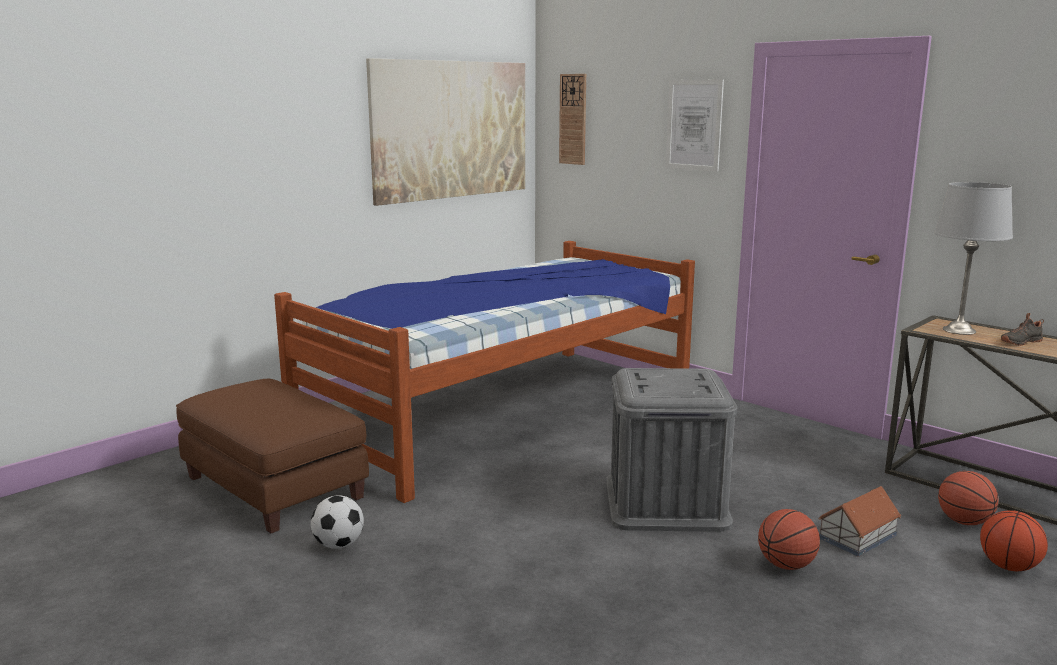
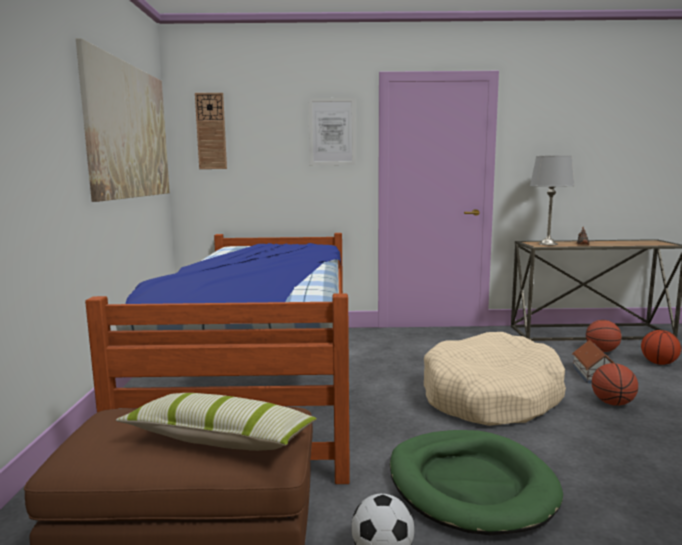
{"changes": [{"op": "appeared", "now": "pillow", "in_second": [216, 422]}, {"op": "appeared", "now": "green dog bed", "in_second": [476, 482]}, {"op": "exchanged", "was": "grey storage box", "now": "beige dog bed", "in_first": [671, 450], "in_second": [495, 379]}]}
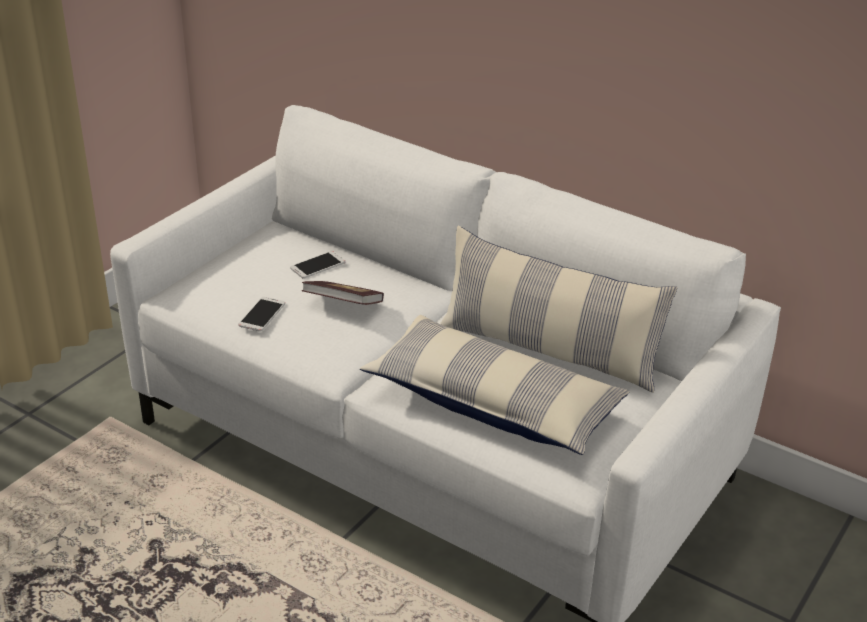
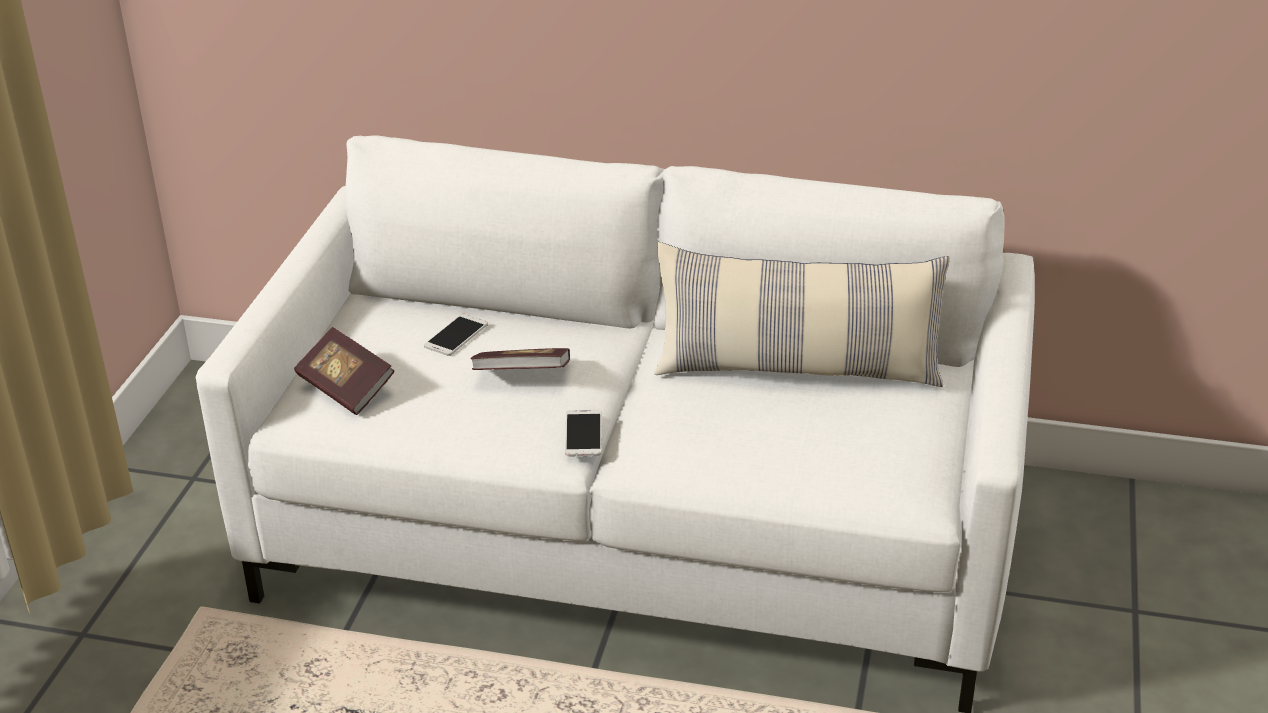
{"changes": [{"op": "appeared", "now": "book", "in_second": [344, 371]}, {"op": "relocated", "was": "phone", "in_first": [261, 314], "in_second": [583, 433]}, {"op": "missing", "was": "pillow", "in_first": [495, 385]}]}
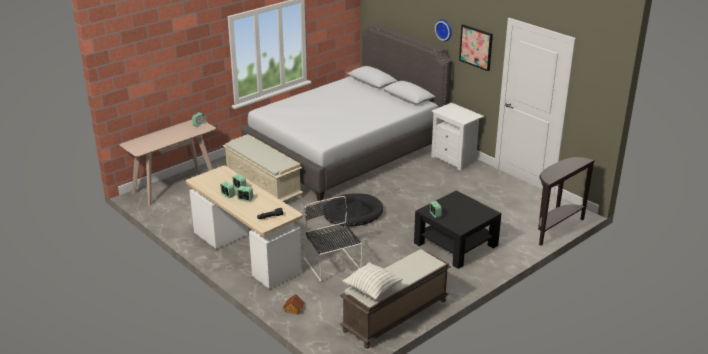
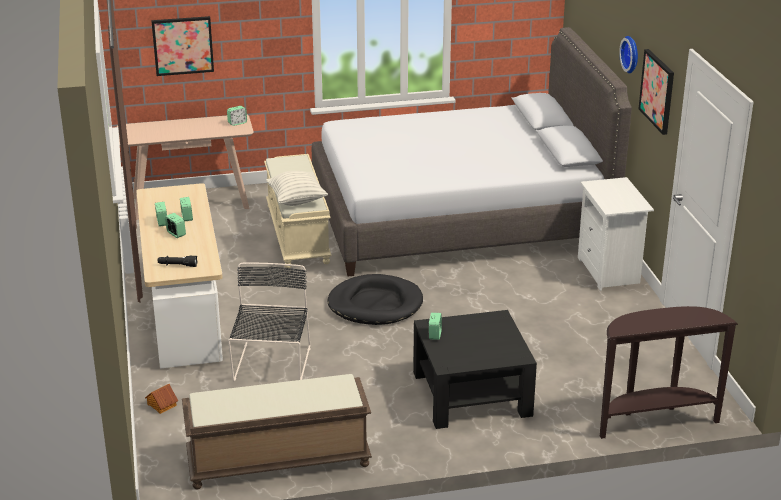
{"changes": [{"op": "appeared", "now": "picture", "in_second": [182, 46]}, {"op": "relocated", "was": "pillow", "in_first": [372, 281], "in_second": [297, 188]}]}
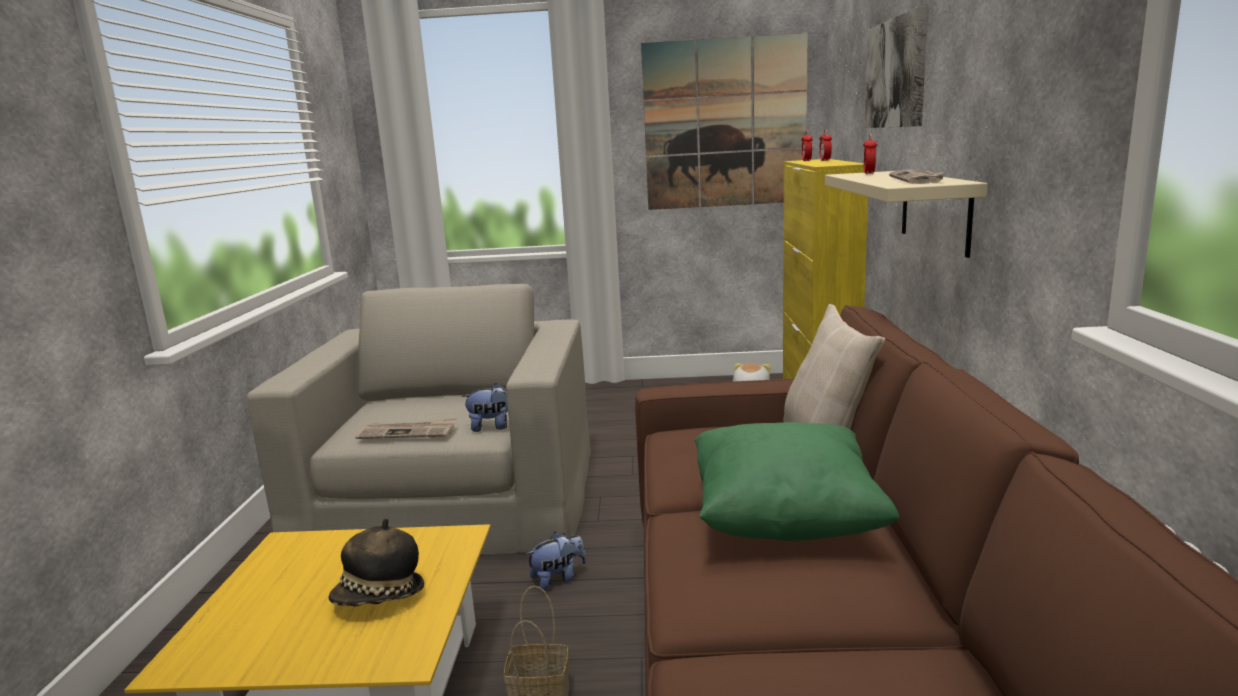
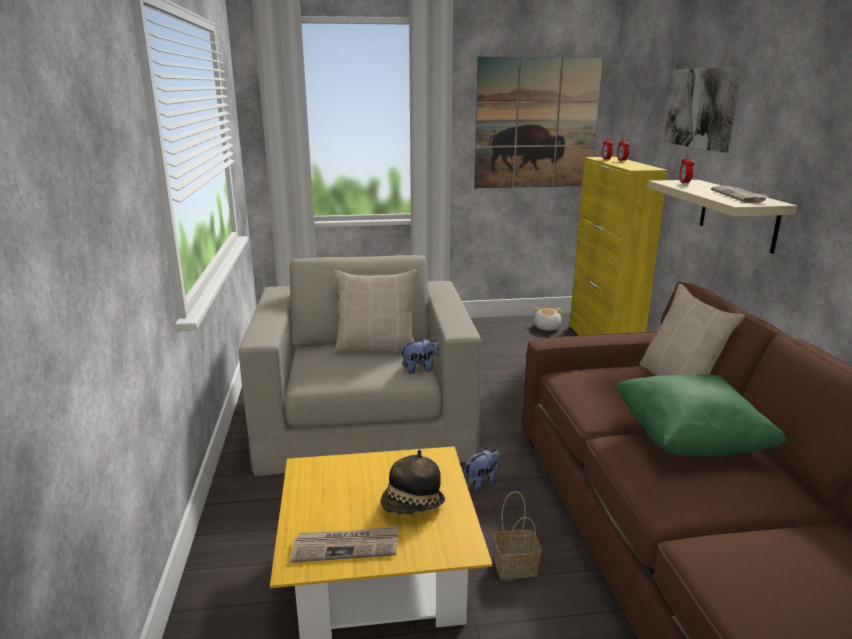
{"changes": [{"op": "relocated", "was": "newspaper", "in_first": [406, 428], "in_second": [344, 544]}, {"op": "appeared", "now": "beige pillow", "in_second": [375, 311]}]}
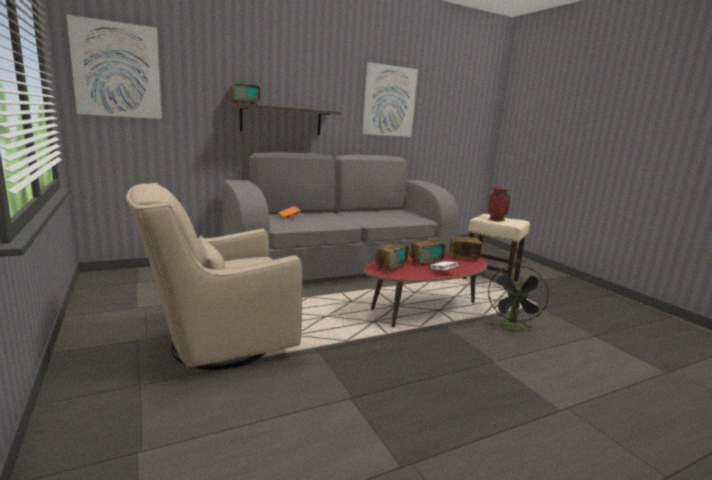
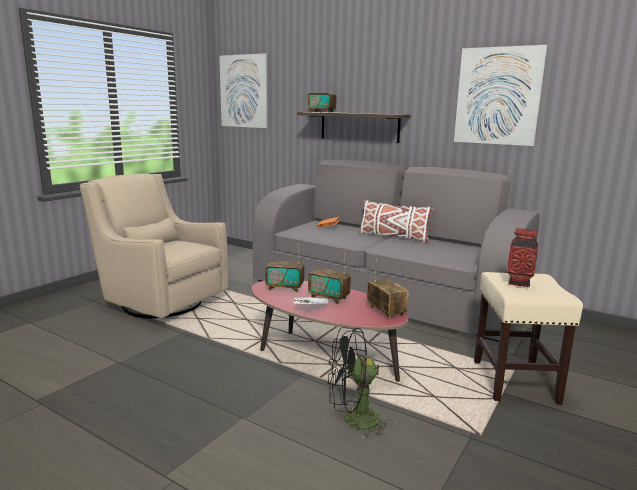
{"changes": [{"op": "appeared", "now": "white pillow", "in_second": [396, 221]}]}
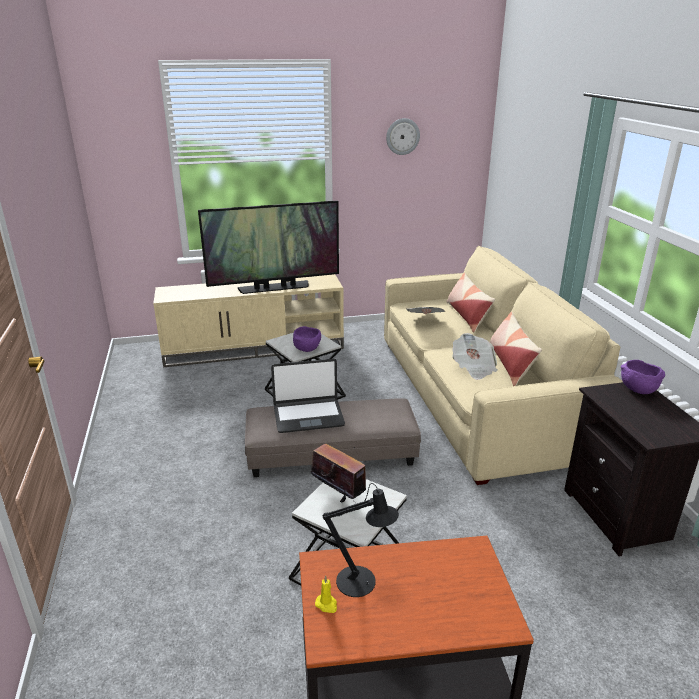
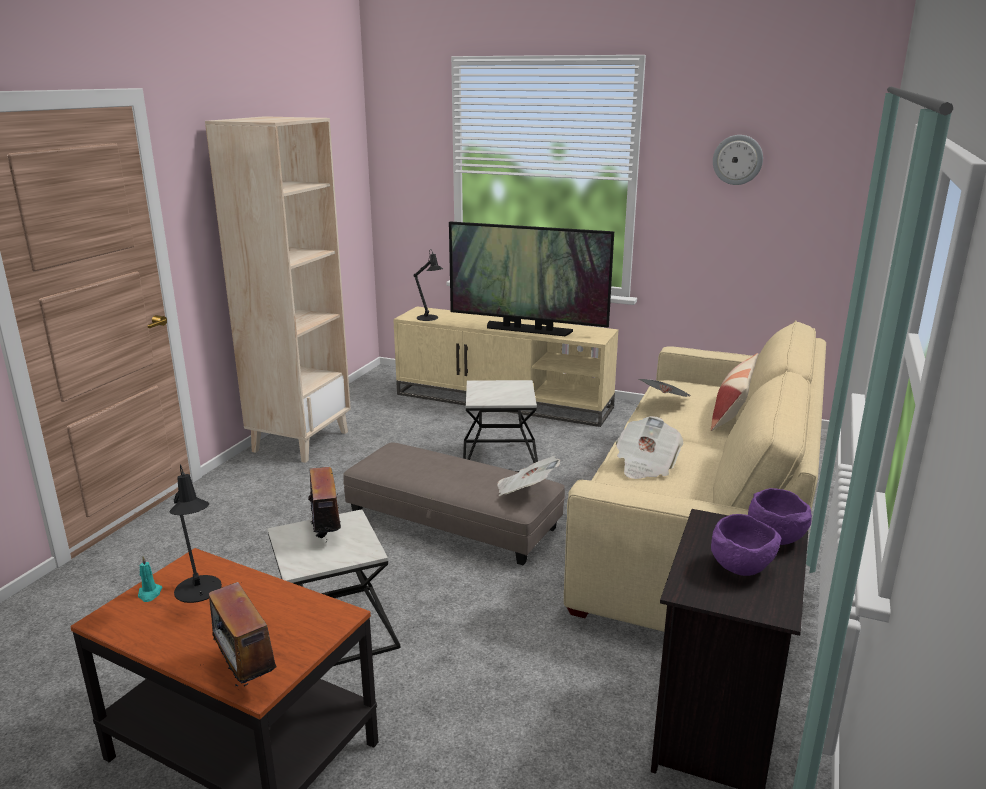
{"changes": [{"op": "colour", "was": "yellow candle", "now": "turquoise candle", "in_first": [326, 594], "in_second": [150, 579]}, {"op": "appeared", "now": "beige bookcase", "in_second": [278, 289]}, {"op": "appeared", "now": "radio", "in_second": [243, 634]}, {"op": "appeared", "now": "black table lamp", "in_second": [428, 285]}, {"op": "appeared", "now": "newspaper", "in_second": [528, 476]}, {"op": "relocated", "was": "purple bowl", "in_first": [307, 339], "in_second": [746, 545]}, {"op": "missing", "was": "laptop", "in_first": [308, 396]}, {"op": "missing", "was": "pillow", "in_first": [516, 349]}]}
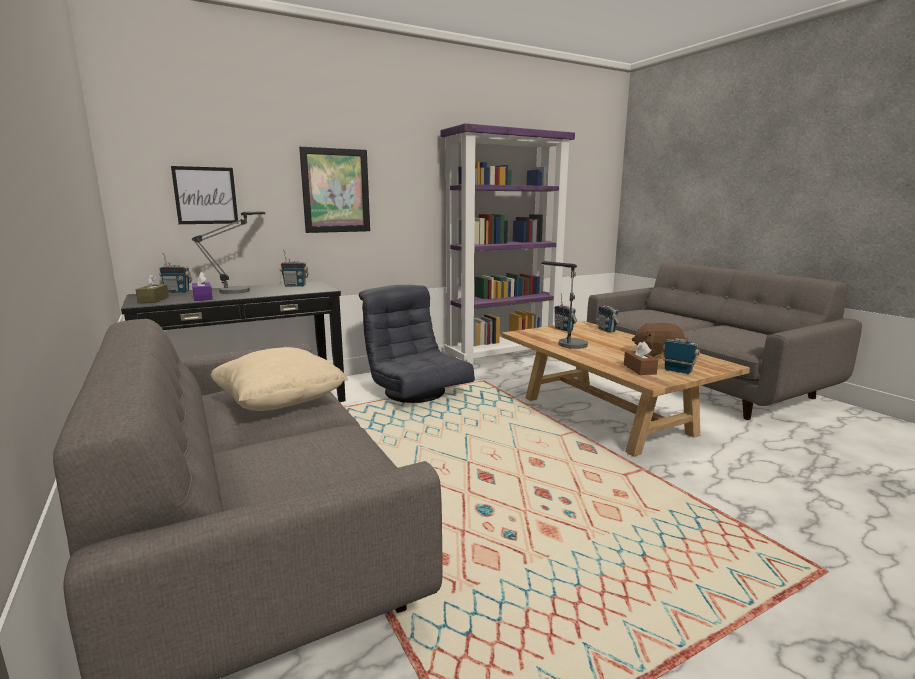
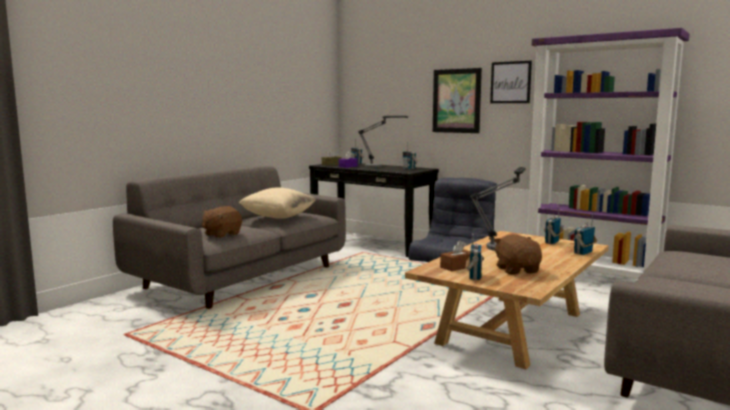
{"changes": [{"op": "appeared", "now": "brown plush toy", "in_second": [222, 222]}, {"op": "relocated", "was": "picture", "in_first": [204, 195], "in_second": [511, 82]}]}
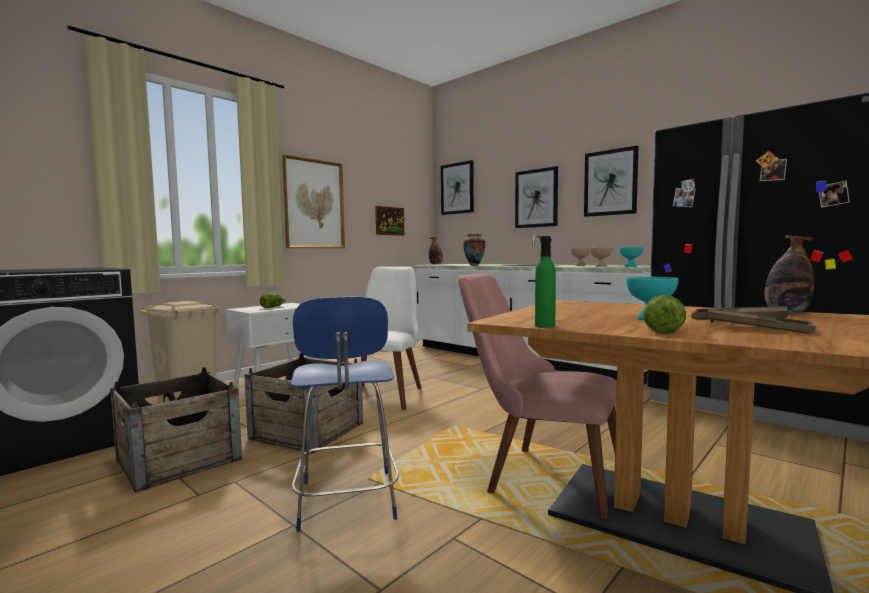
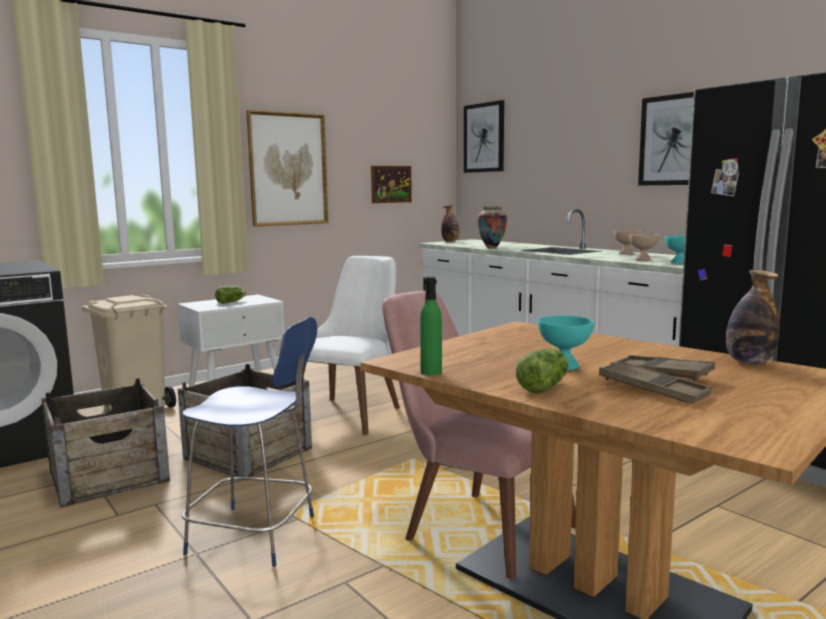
{"changes": [{"op": "spun", "was": "blue chair", "in_first": [344, 414], "in_second": [250, 442], "clockwise": -75}, {"op": "missing", "was": "picture", "in_first": [536, 197]}]}
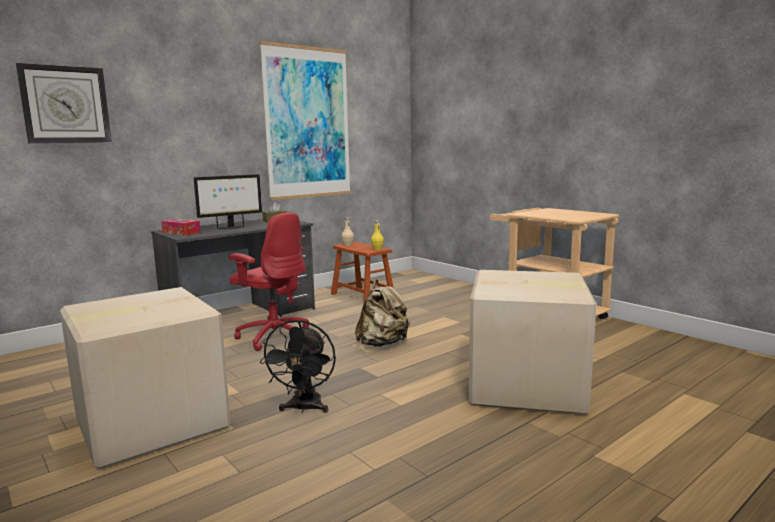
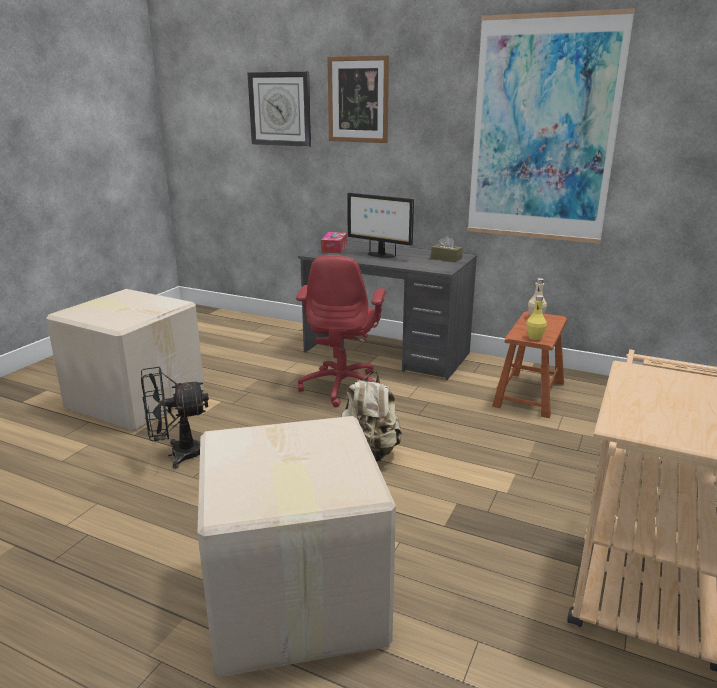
{"changes": [{"op": "appeared", "now": "picture", "in_second": [358, 99]}]}
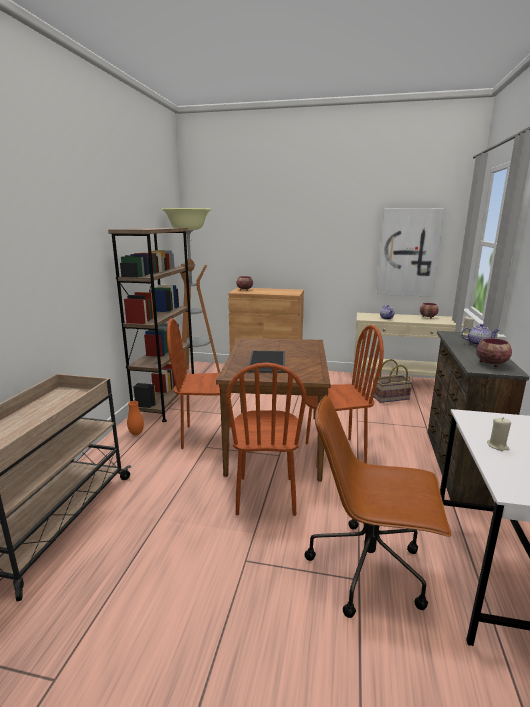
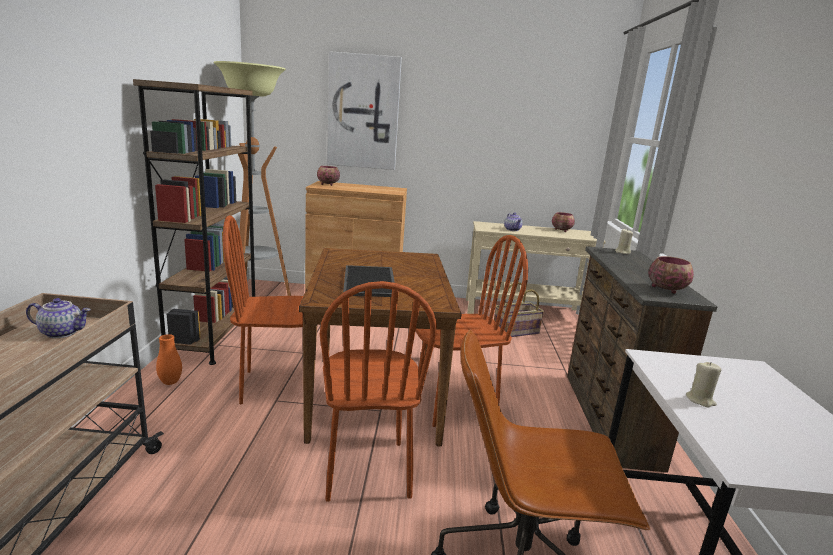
{"changes": [{"op": "relocated", "was": "teapot", "in_first": [480, 335], "in_second": [58, 318]}, {"op": "relocated", "was": "picture", "in_first": [410, 252], "in_second": [364, 110]}]}
